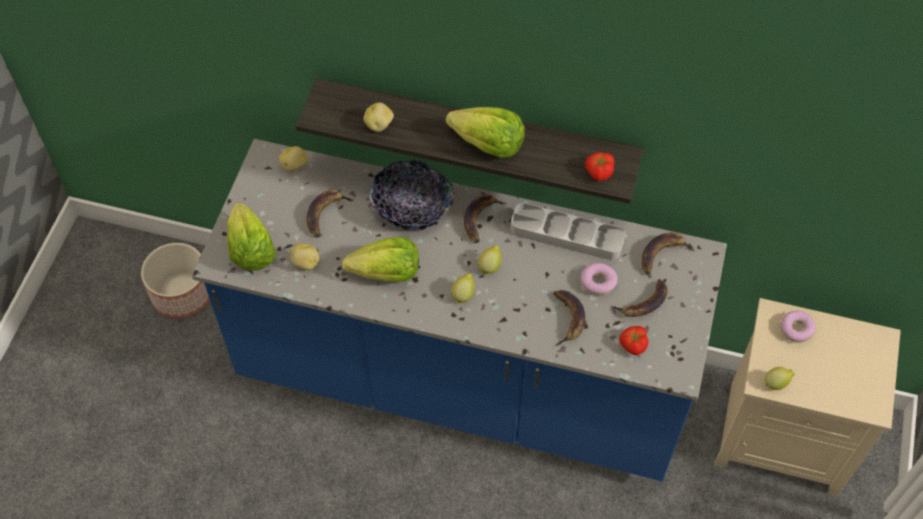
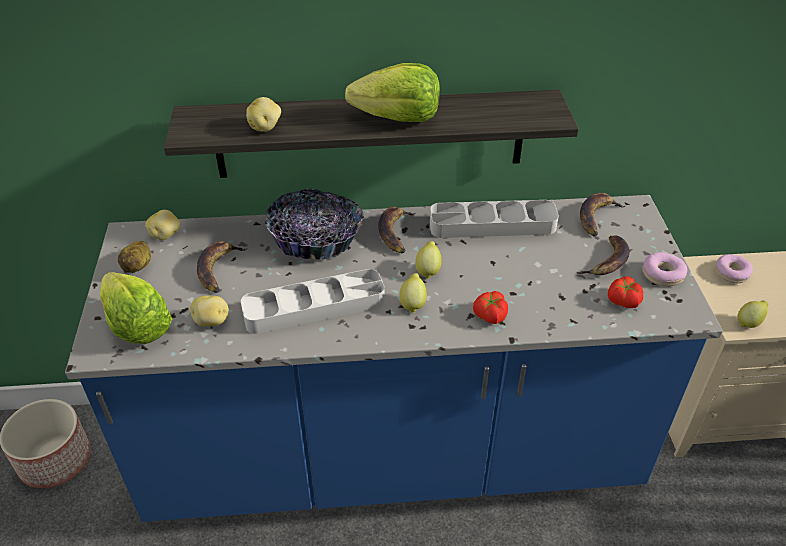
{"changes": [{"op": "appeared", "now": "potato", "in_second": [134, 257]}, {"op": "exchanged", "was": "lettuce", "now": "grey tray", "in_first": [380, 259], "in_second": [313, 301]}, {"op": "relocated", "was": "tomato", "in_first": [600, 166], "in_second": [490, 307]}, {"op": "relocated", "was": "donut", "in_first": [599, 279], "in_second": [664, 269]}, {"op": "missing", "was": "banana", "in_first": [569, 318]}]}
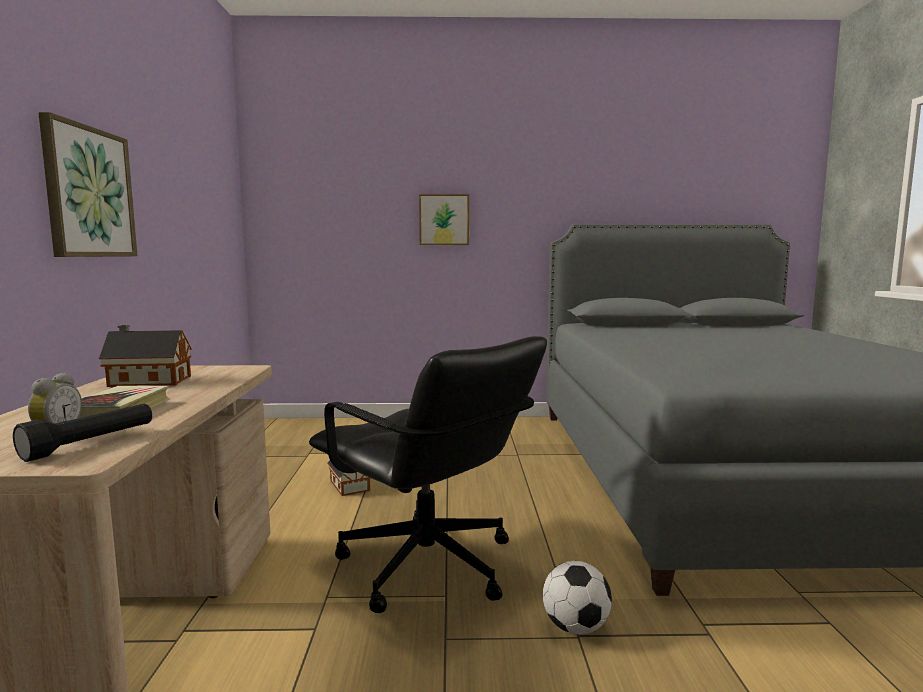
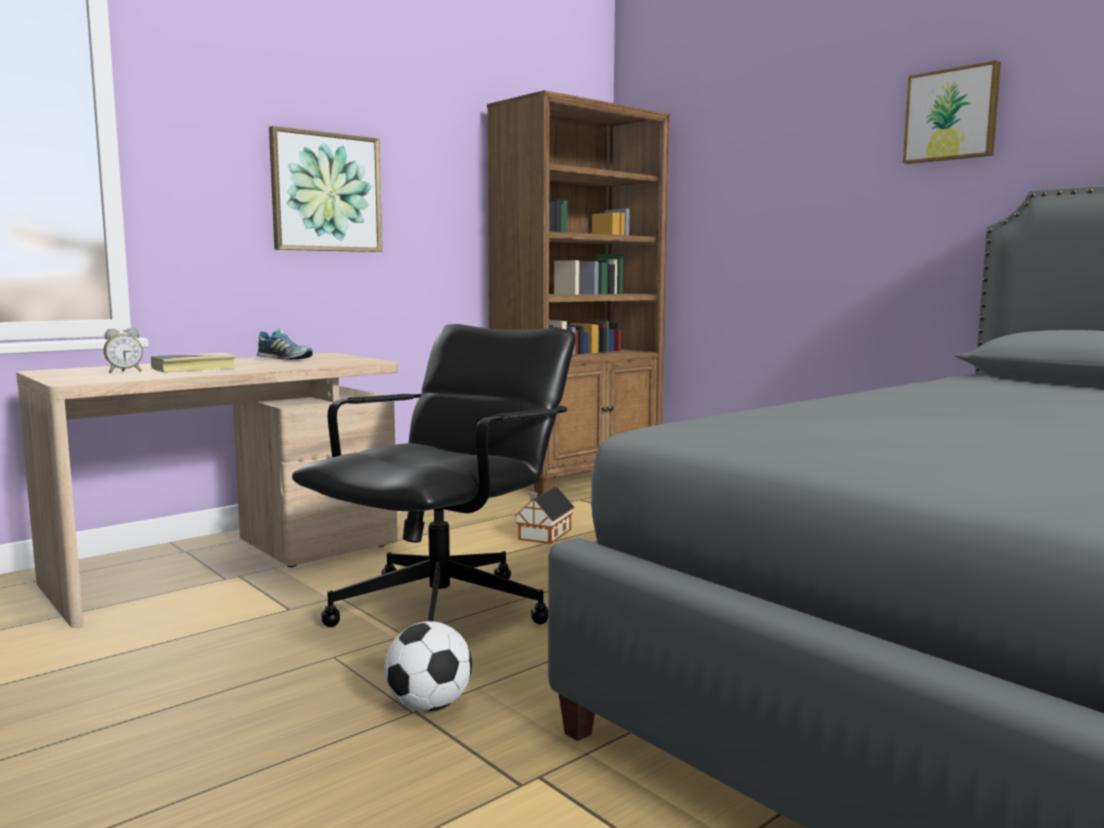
{"changes": [{"op": "exchanged", "was": "toy house", "now": "shoe", "in_first": [145, 356], "in_second": [285, 344]}, {"op": "spun", "was": "black office chair", "in_first": [428, 474], "in_second": [434, 475], "clockwise": -150}, {"op": "appeared", "now": "brown bookcase", "in_second": [578, 293]}, {"op": "relocated", "was": "picture", "in_first": [444, 219], "in_second": [952, 112]}, {"op": "missing", "was": "black flashlight", "in_first": [82, 433]}]}
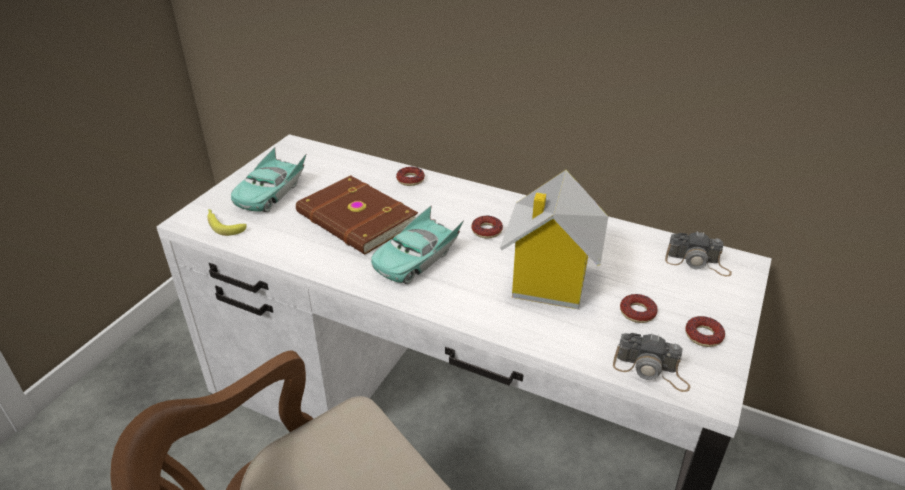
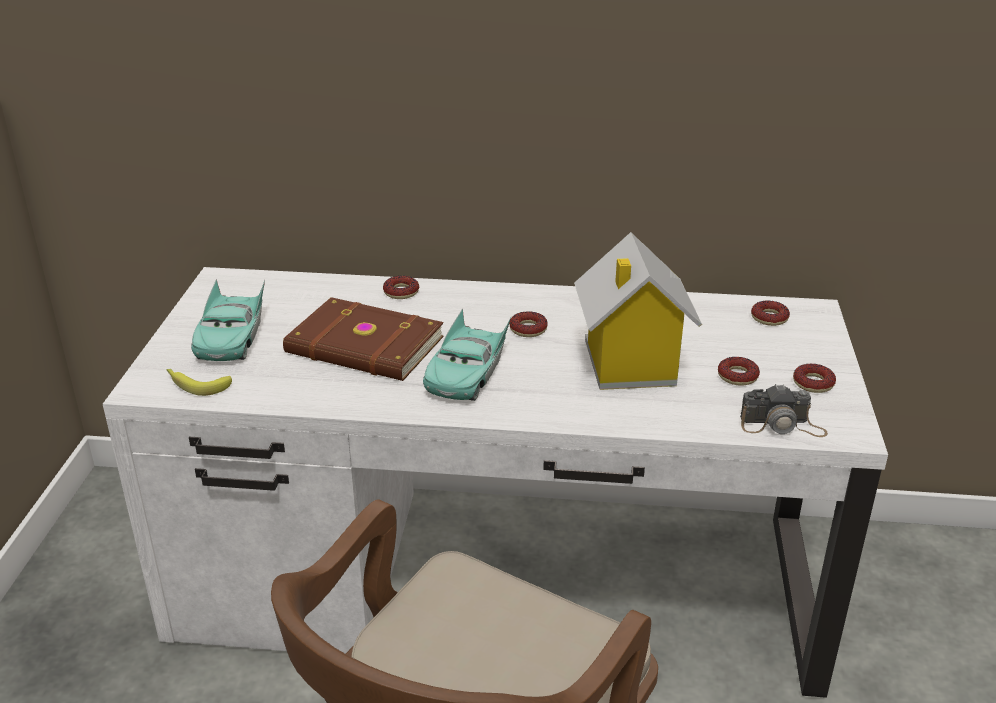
{"changes": [{"op": "exchanged", "was": "photo camera", "now": "donut", "in_first": [698, 253], "in_second": [770, 313]}]}
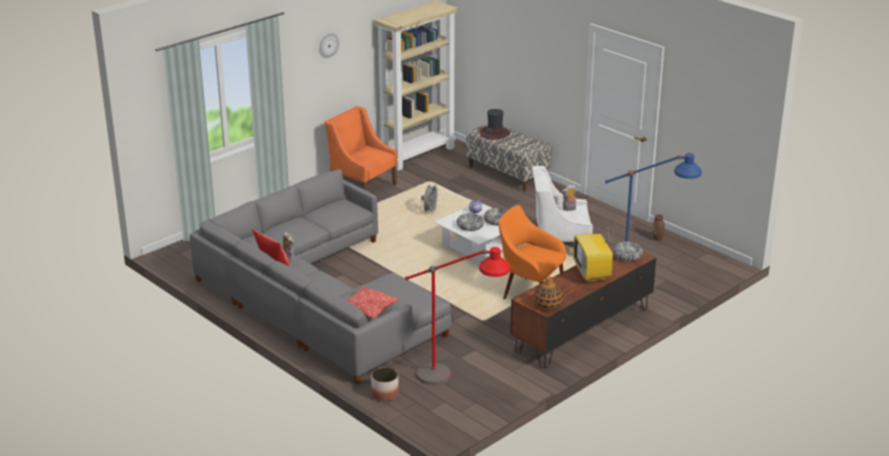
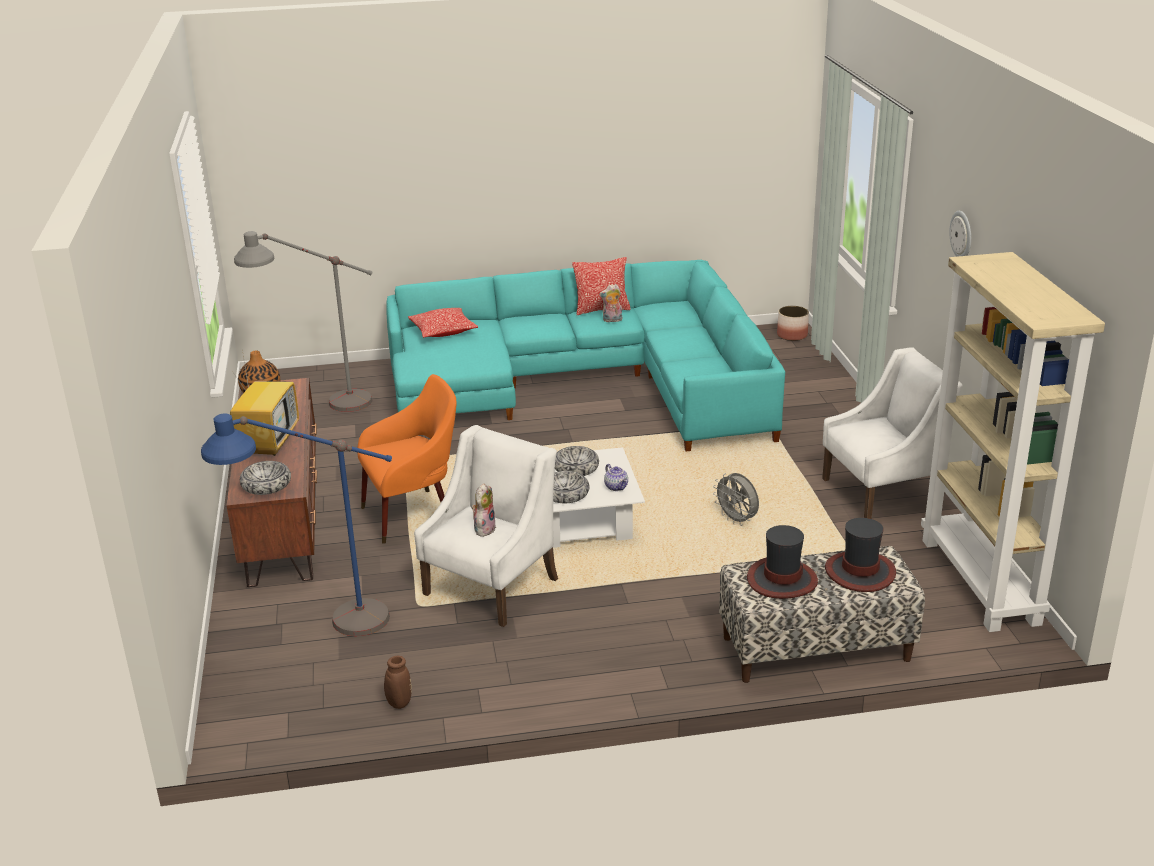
{"changes": [{"op": "spun", "was": "television", "in_first": [593, 255], "in_second": [264, 406], "clockwise": 75}, {"op": "colour", "was": "red floor lamp", "now": "grey floor lamp", "in_first": [457, 316], "in_second": [303, 321]}, {"op": "colour", "was": "grey sofa", "now": "turquoise sofa", "in_first": [320, 276], "in_second": [585, 356]}, {"op": "appeared", "now": "hat", "in_second": [782, 562]}, {"op": "relocated", "was": "planter", "in_first": [385, 384], "in_second": [793, 323]}, {"op": "colour", "was": "orange armchair", "now": "white armchair", "in_first": [360, 148], "in_second": [892, 433]}]}
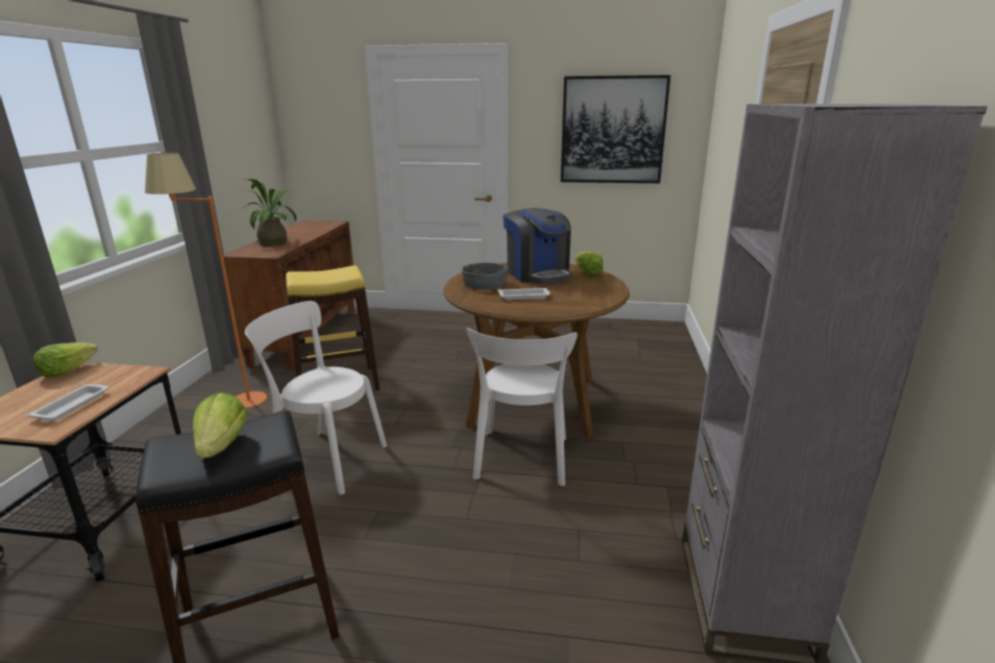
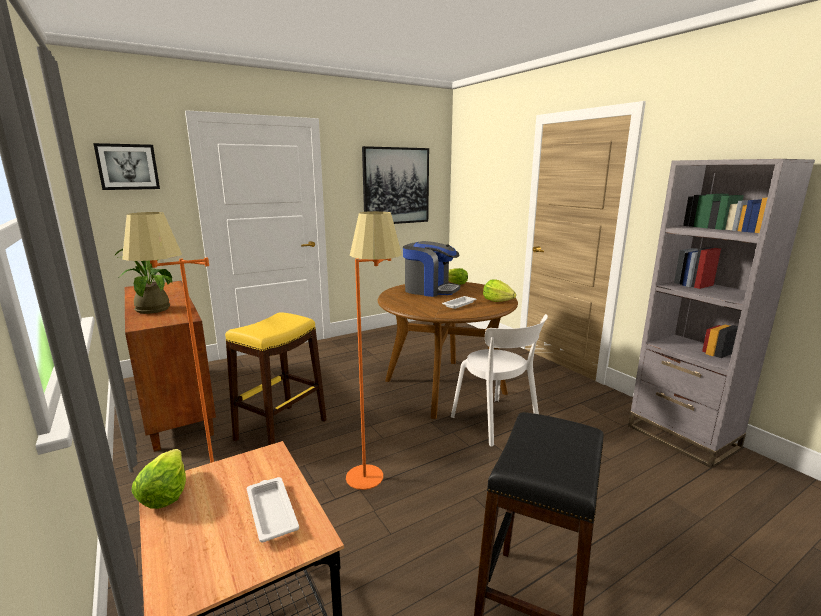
{"changes": [{"op": "appeared", "now": "picture", "in_second": [126, 166]}, {"op": "exchanged", "was": "white chair", "now": "orange floor lamp", "in_first": [316, 398], "in_second": [374, 350]}, {"op": "relocated", "was": "lettuce", "in_first": [220, 425], "in_second": [499, 290]}, {"op": "missing", "was": "grey bowl", "in_first": [485, 276]}]}
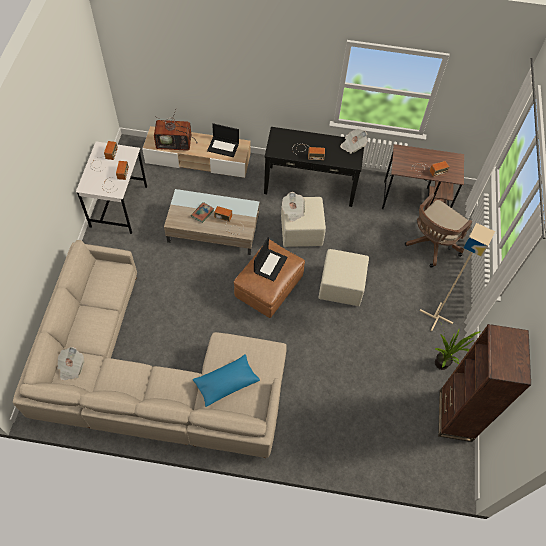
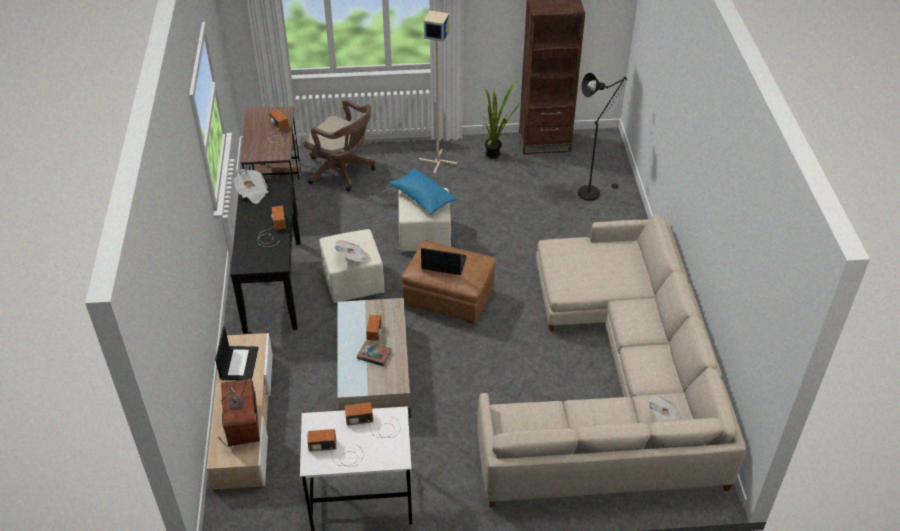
{"changes": [{"op": "relocated", "was": "blue pillow", "in_first": [226, 380], "in_second": [423, 191]}, {"op": "appeared", "now": "black floor lamp", "in_second": [602, 137]}]}
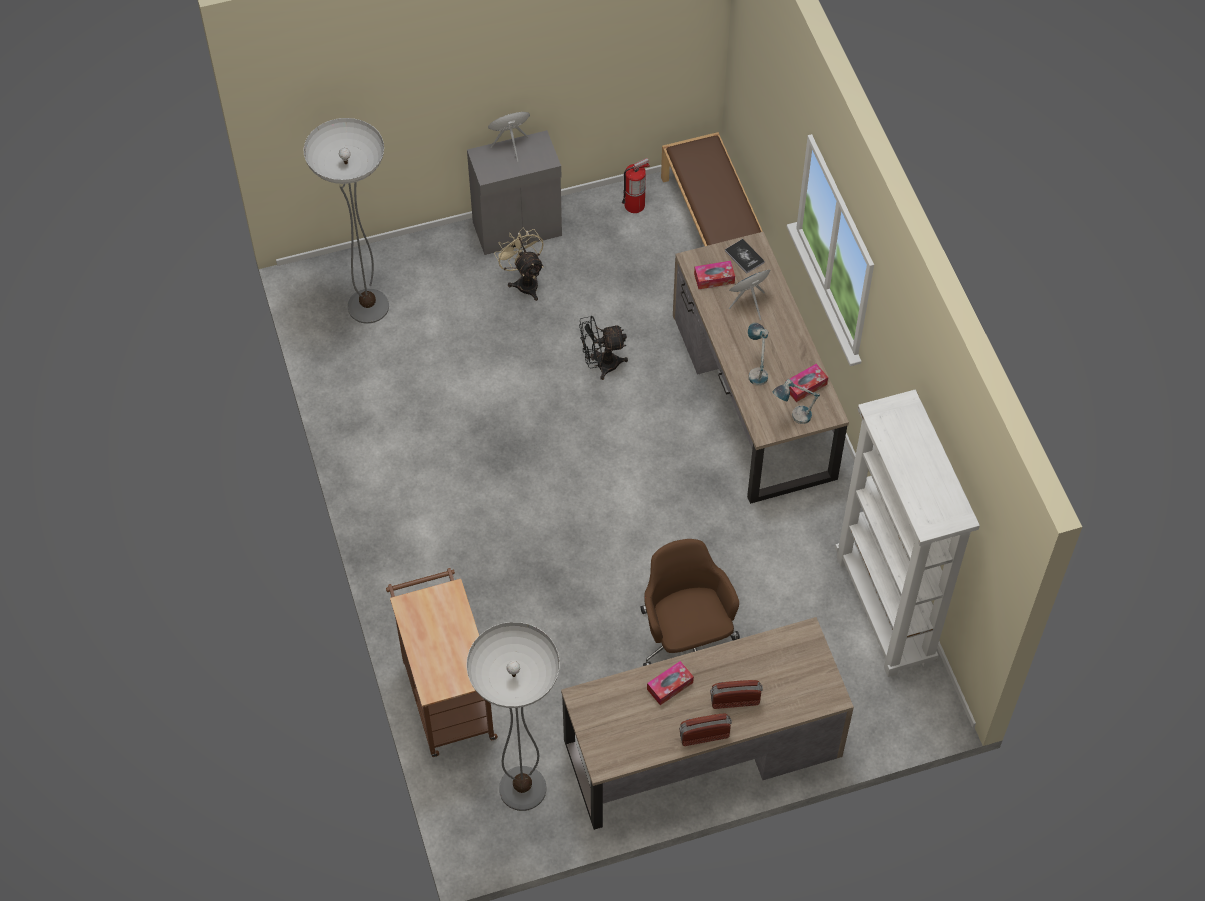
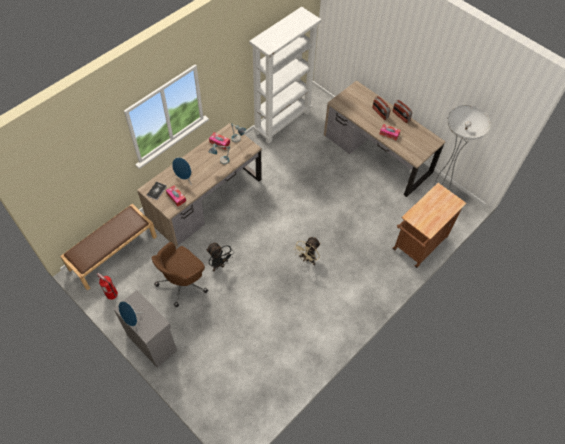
{"changes": [{"op": "relocated", "was": "brown office chair", "in_first": [690, 602], "in_second": [180, 274]}, {"op": "relocated", "was": "beige fan", "in_first": [519, 264], "in_second": [306, 251]}, {"op": "missing", "was": "floor lamp", "in_first": [346, 221]}]}
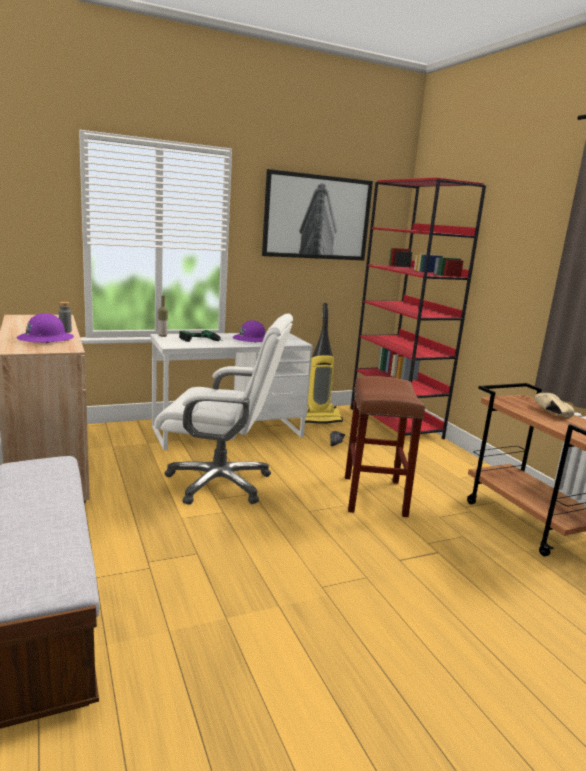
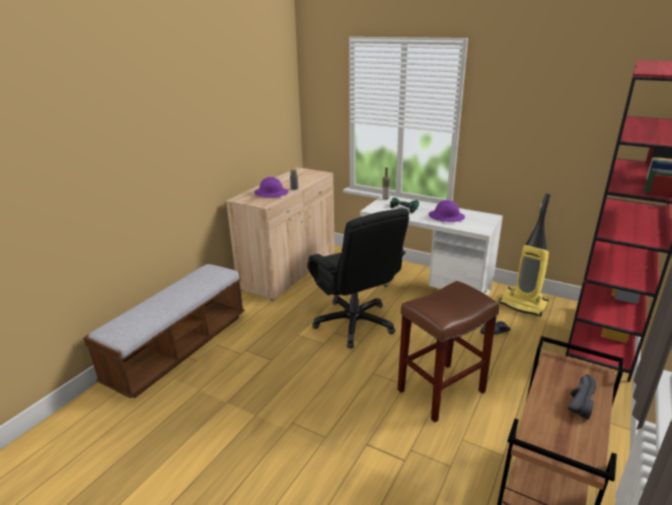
{"changes": [{"op": "colour", "was": "white office chair", "now": "black office chair", "in_first": [223, 409], "in_second": [358, 278]}, {"op": "colour", "was": "beige shoe", "now": "black shoe", "in_first": [554, 405], "in_second": [582, 397]}, {"op": "missing", "was": "picture", "in_first": [317, 214]}]}
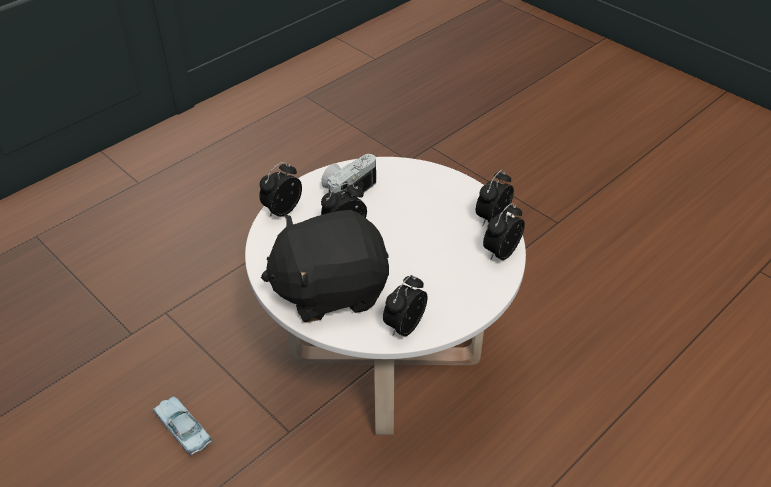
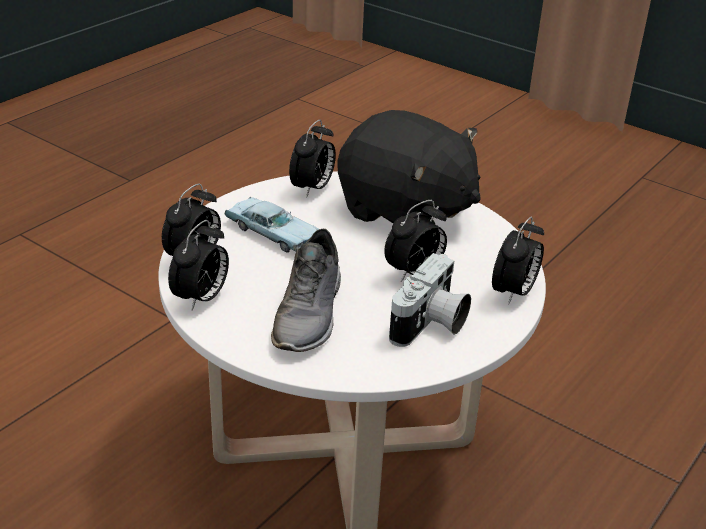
{"changes": [{"op": "relocated", "was": "blue toy car", "in_first": [182, 426], "in_second": [271, 225]}, {"op": "appeared", "now": "grey shoe", "in_second": [306, 290]}, {"op": "spun", "was": "black plush toy", "in_first": [325, 266], "in_second": [409, 167], "clockwise": 60}]}
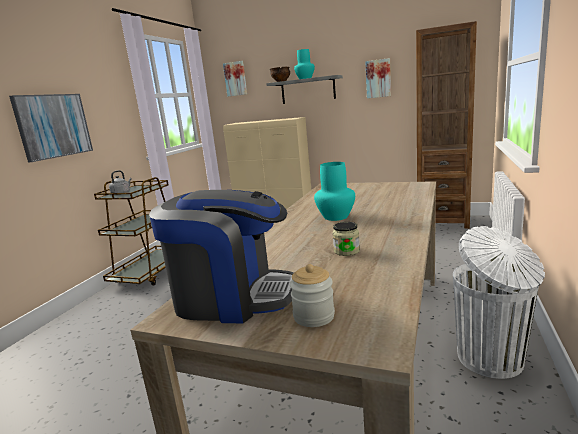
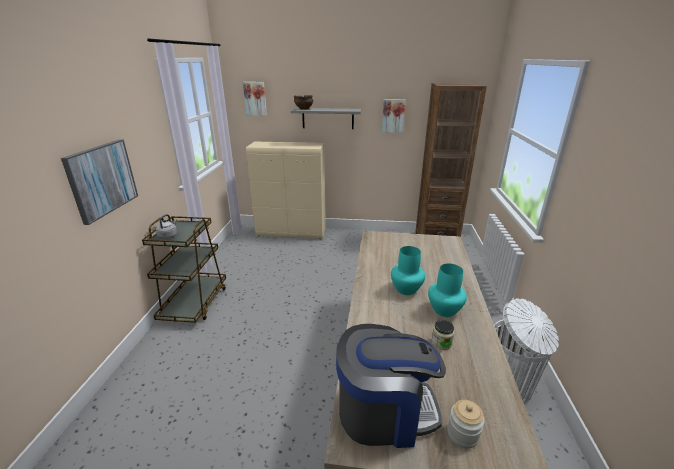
{"changes": [{"op": "relocated", "was": "turquoise vase", "in_first": [304, 64], "in_second": [447, 290]}]}
